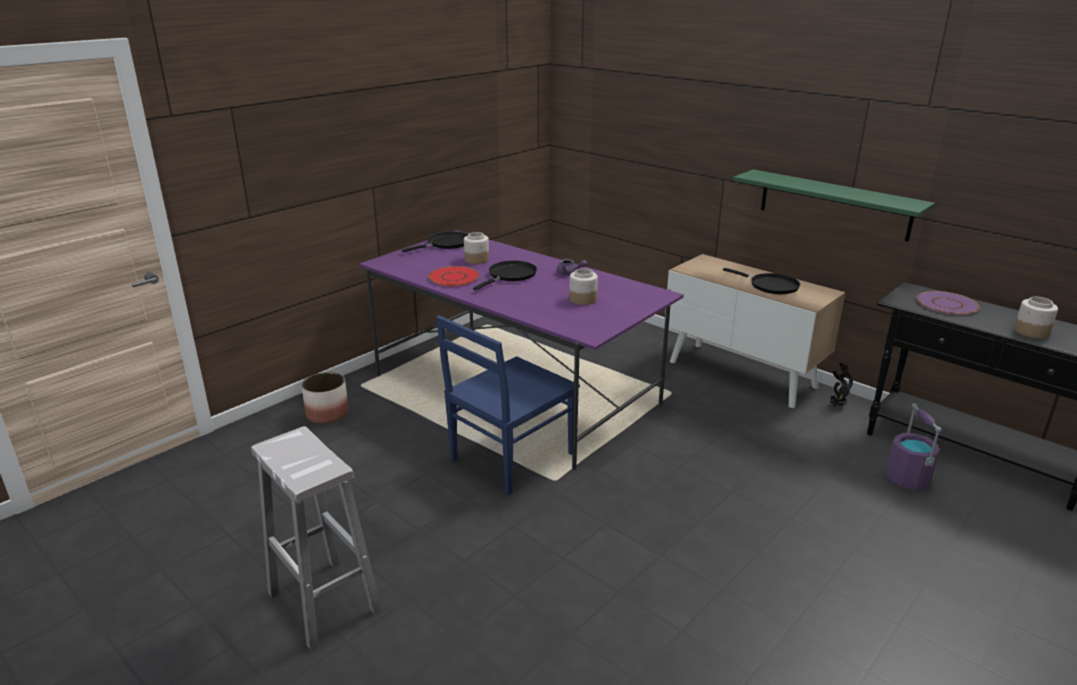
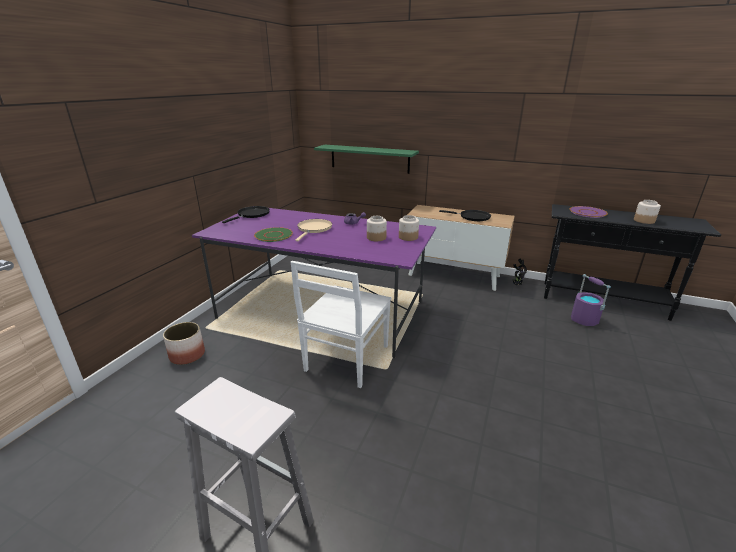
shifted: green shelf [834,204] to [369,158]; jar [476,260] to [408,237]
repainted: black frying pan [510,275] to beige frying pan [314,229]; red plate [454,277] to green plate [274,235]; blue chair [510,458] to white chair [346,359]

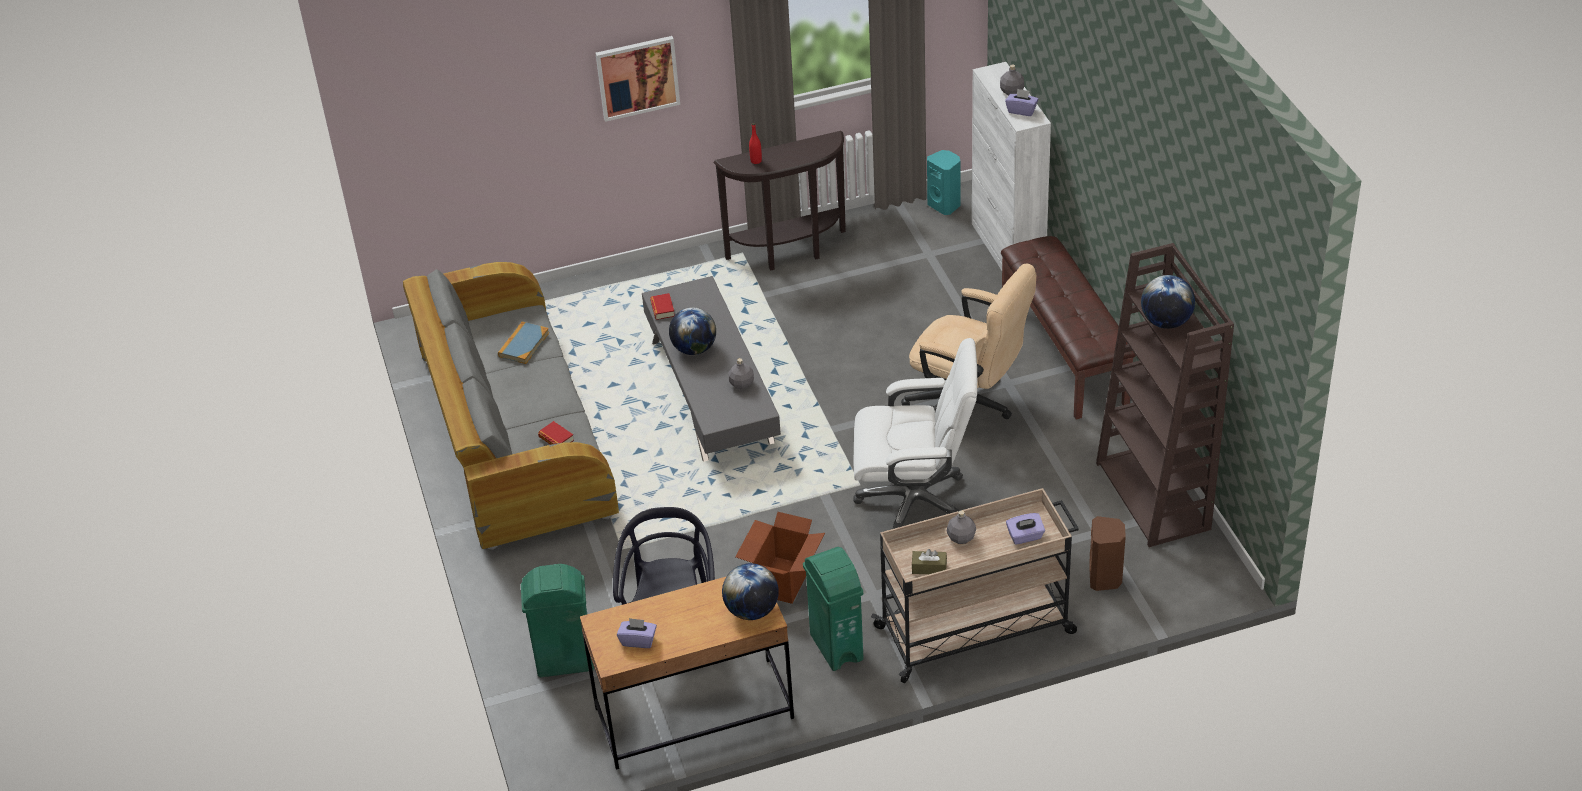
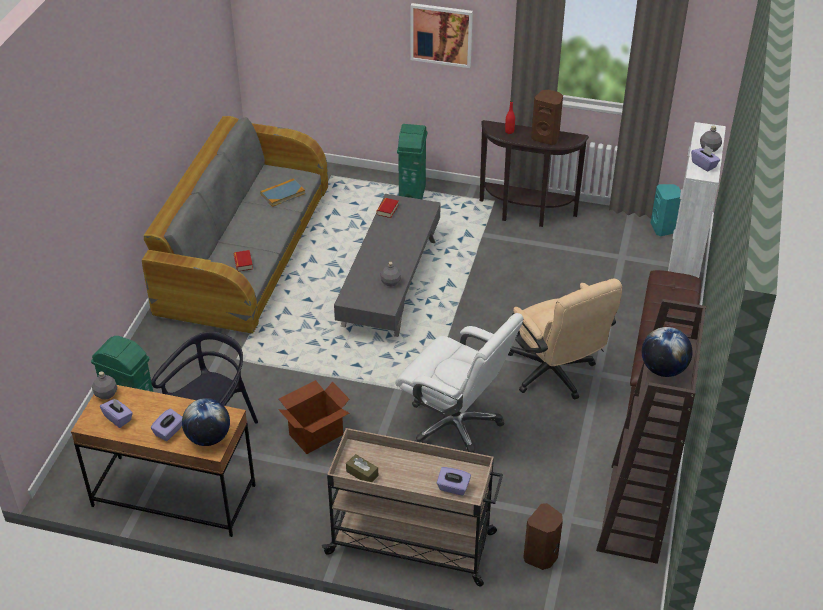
gone: globe [694,349]
new: brown speaker [546,138]; purple tissue box [169,431]
shifted: grey bottle [961,538] to [106,394]; green trash can [836,646] to [412,195]

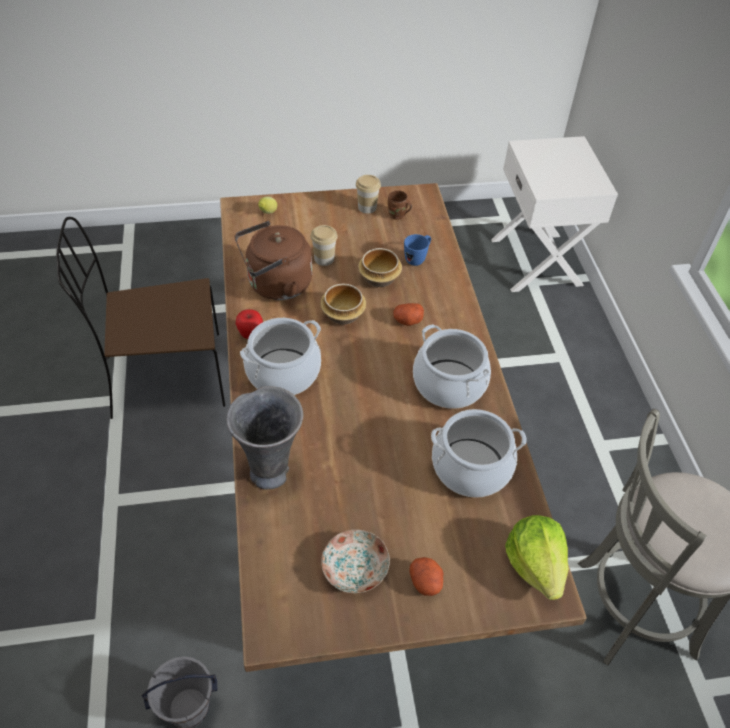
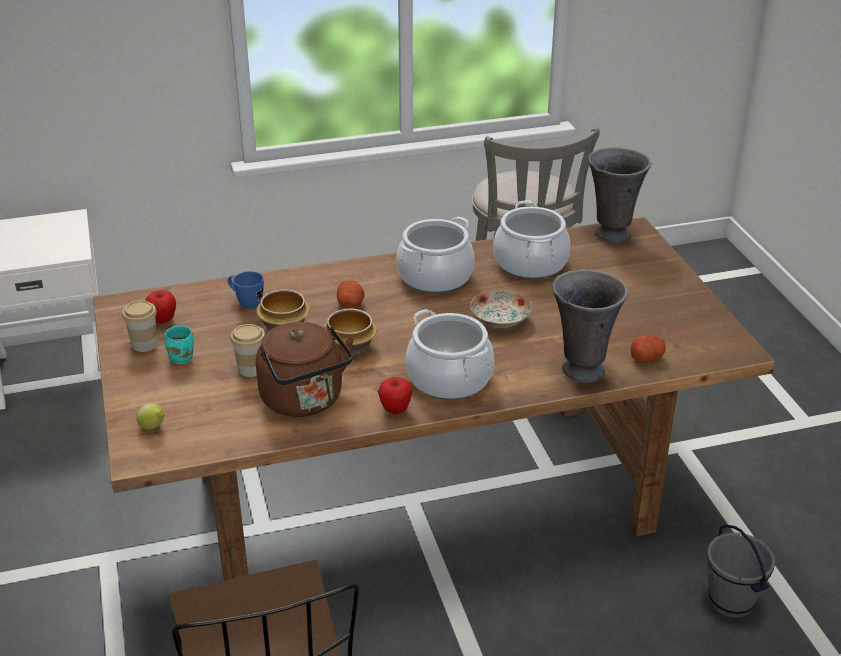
new: turquoise mug [183,357]
shifted: plate [354,567] to [499,319]; potato [426,582] to [646,357]
swapped: brown mug [397,216] to apple [163,320]; lettuce [536,564] to grey vase [611,234]

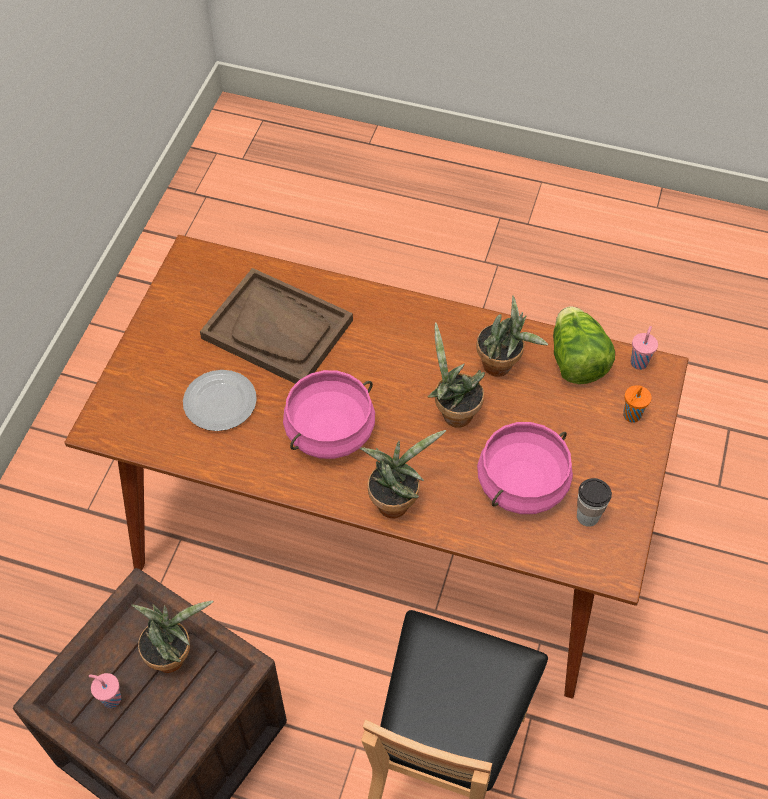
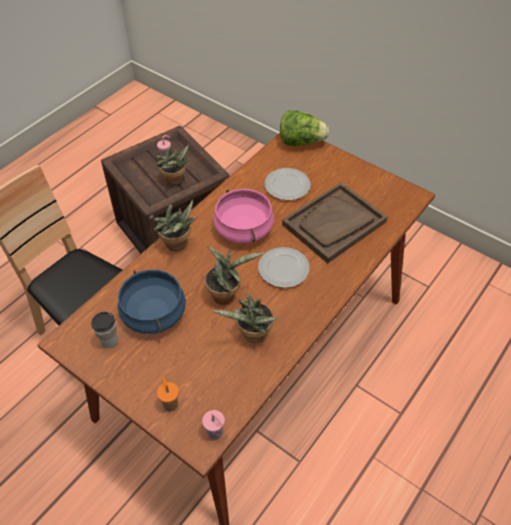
new: plate [283,268]
shifted: lettuce [575,361] to [301,142]
repainted: pink cooking pot [522,484] to blue cooking pot [153,314]

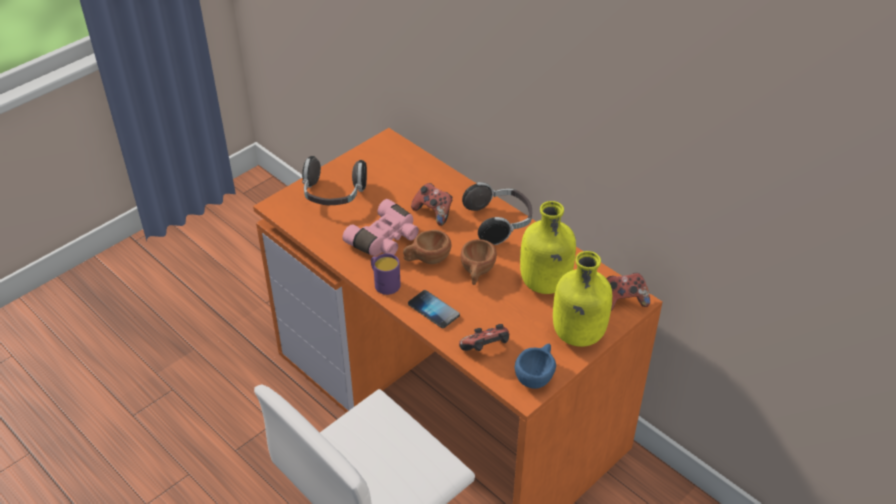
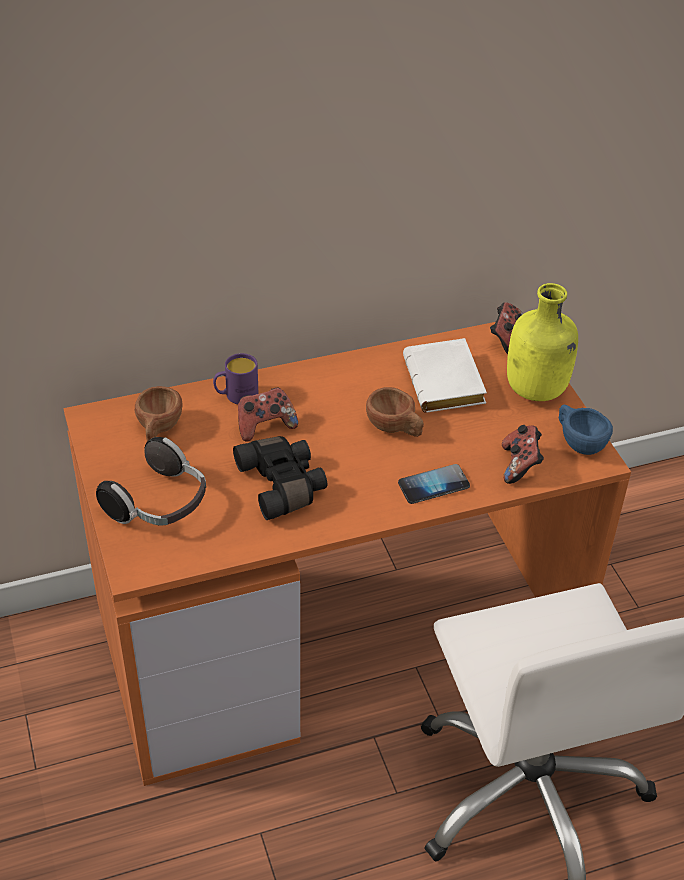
gone: headphones [499,223]
shifted: brown cup [427,259] to [158,429]; purple mug [384,283] to [236,396]
swapped: yellow bottle [545,284] to white book [447,384]
repainted: pink binoculars [385,240] to black binoculars [283,485]

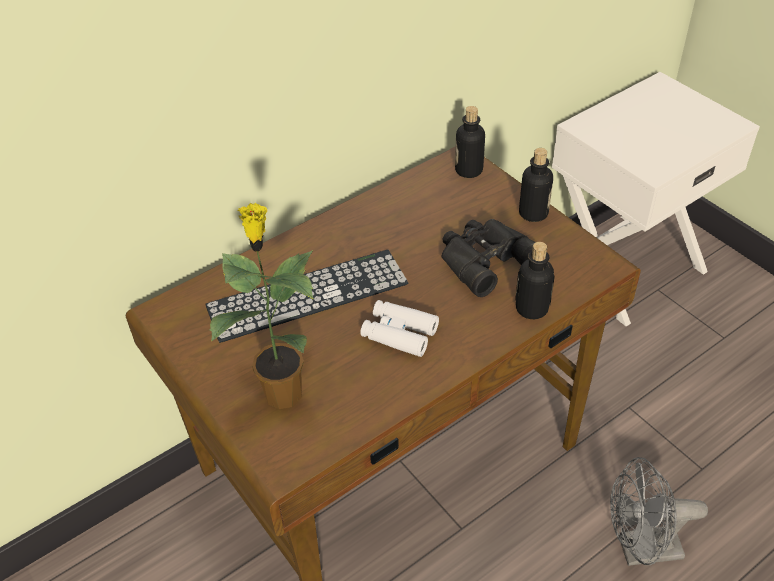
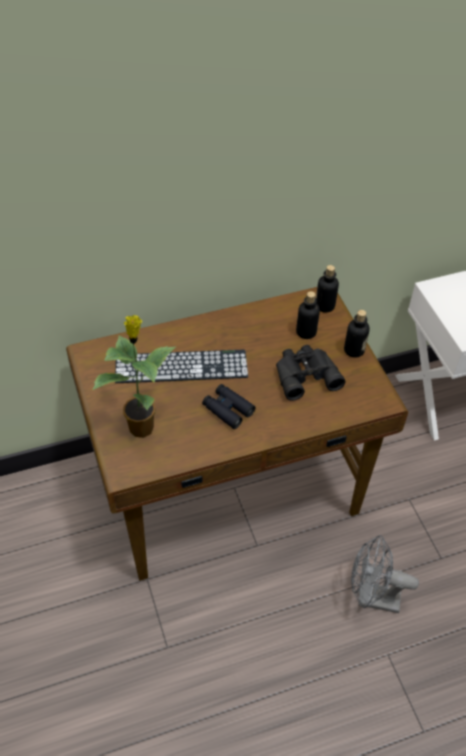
shifted: bottle [531,308] to [306,332]
repainted: white binoculars [399,333] to black binoculars [228,409]

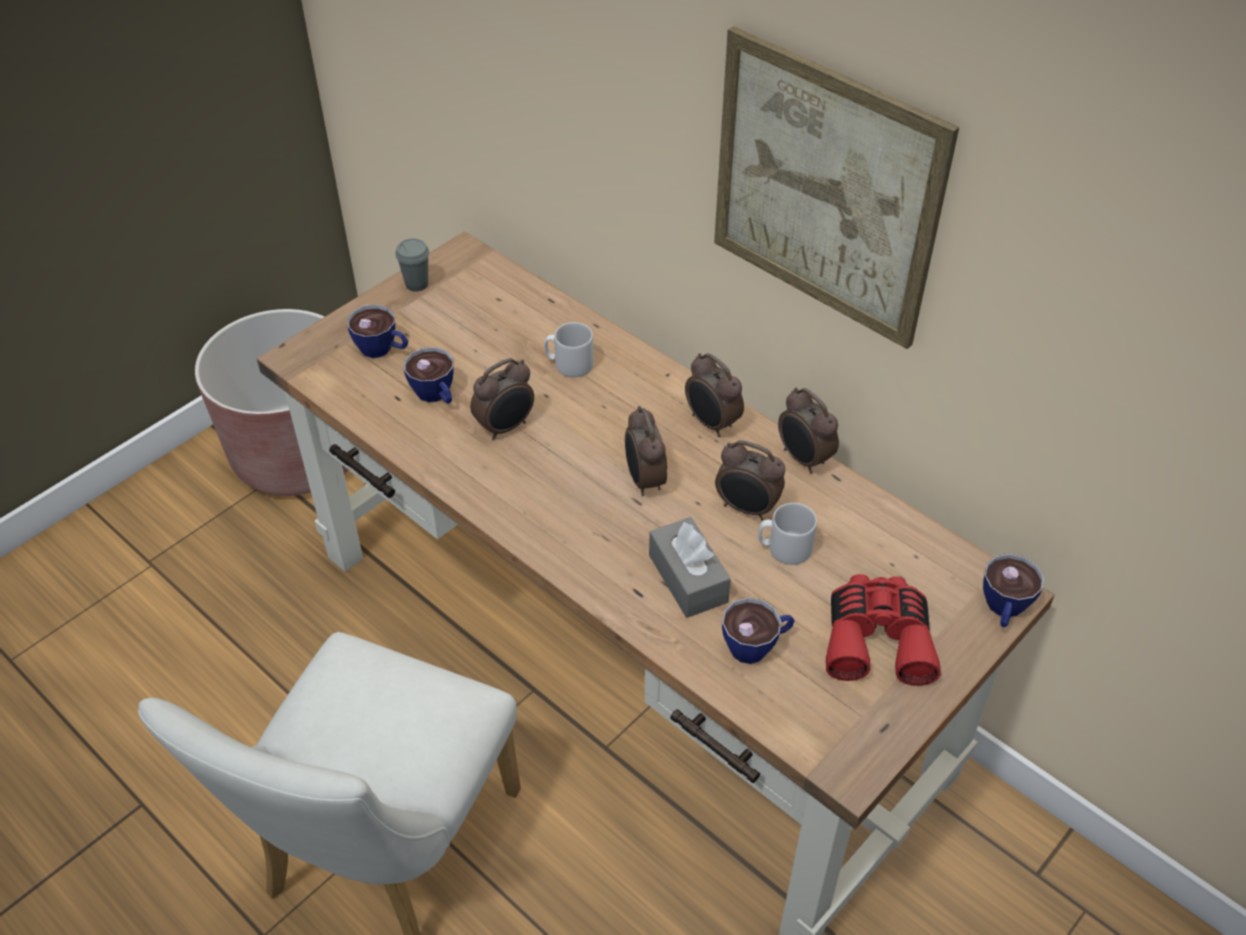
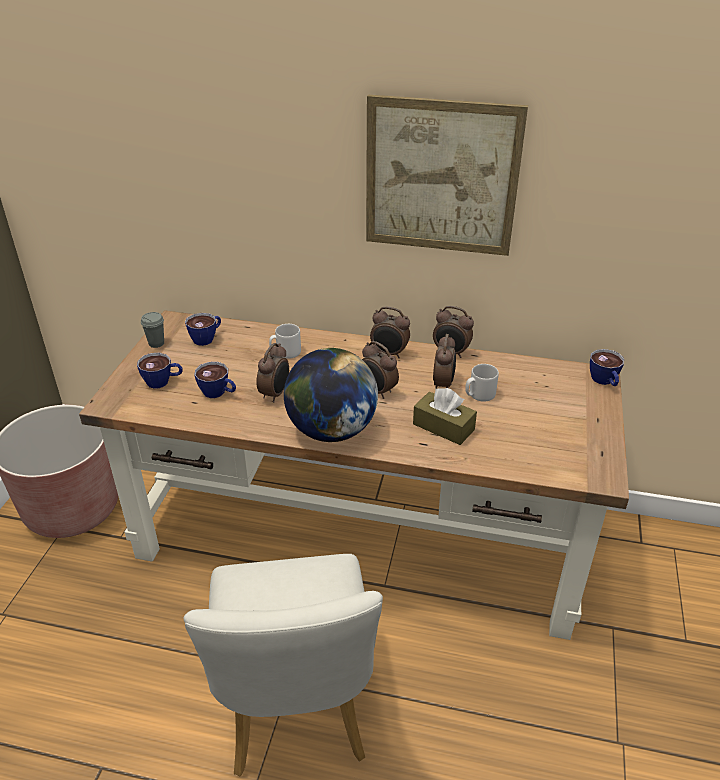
gone: red binoculars [877,638]
new: globe [331,430]
shifted: cup [757,645] to [207,338]
repainted: grey tissue box [688,578] to brown tissue box [443,427]
rotated: alarm clock [746,508] = [443,384] 75 degrees counterclockwise

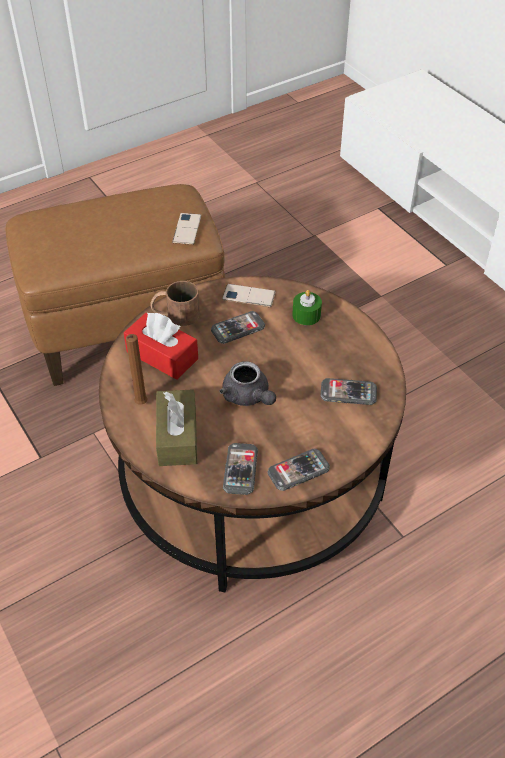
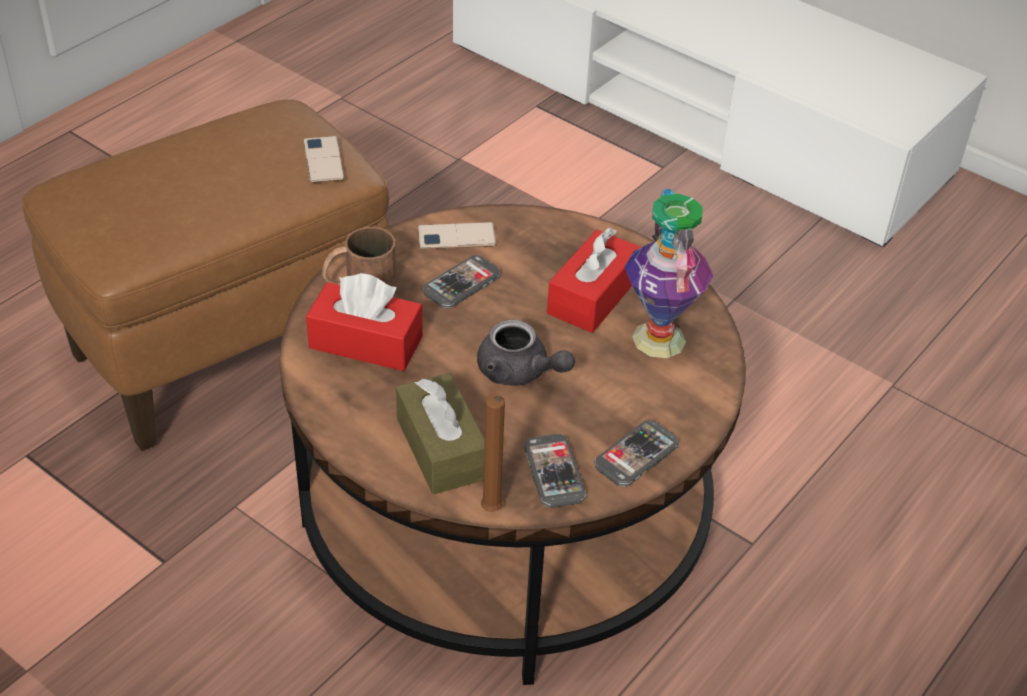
gone: green candle [306,315]
new: red tissue box [593,296]
shifted: brown candle [140,405] to [491,512]
swapped: phone [348,393] to vase [657,338]

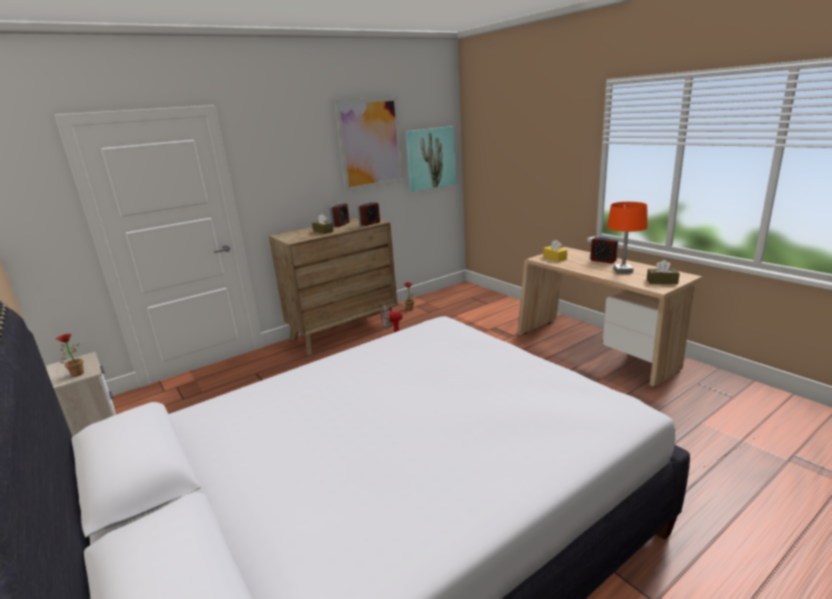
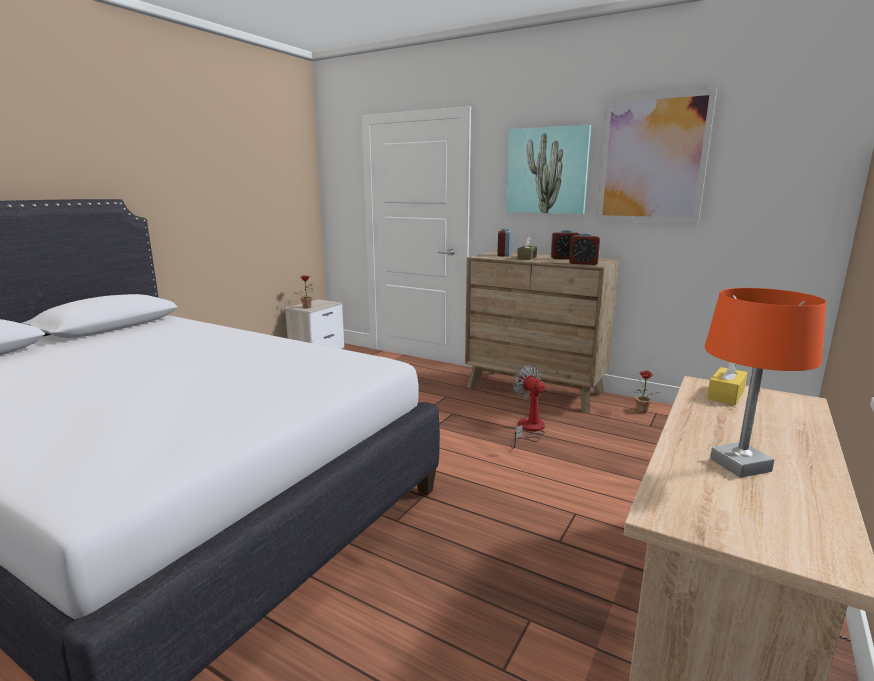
gone: brown tissue box [662,281]
shifted: picture [431,158] to [547,171]; alarm clock [603,260] to [505,255]

